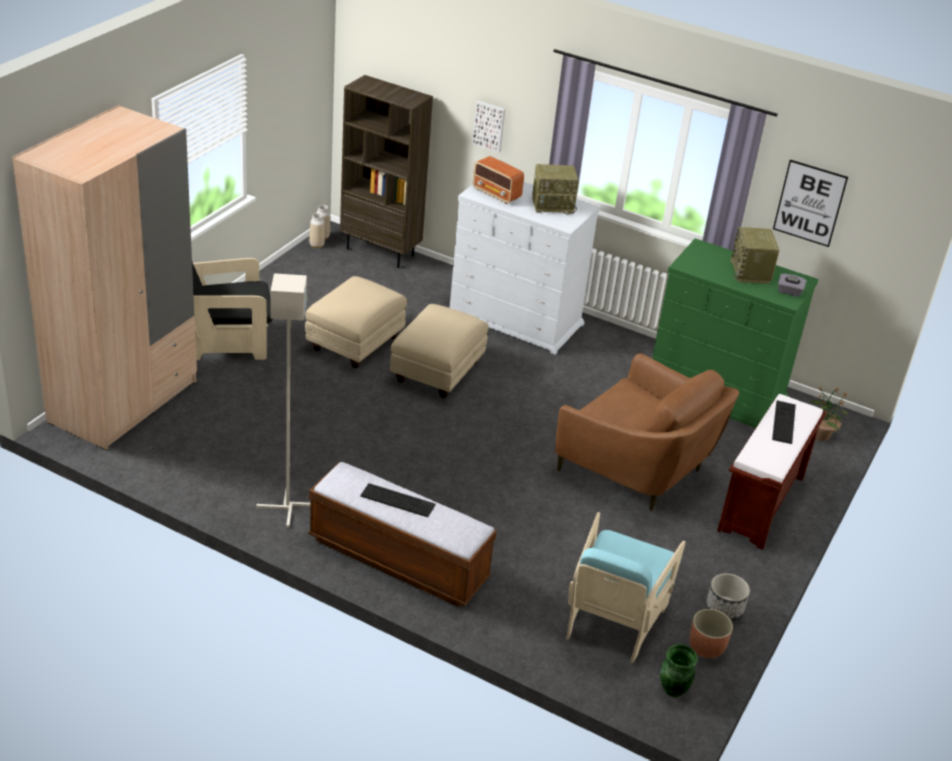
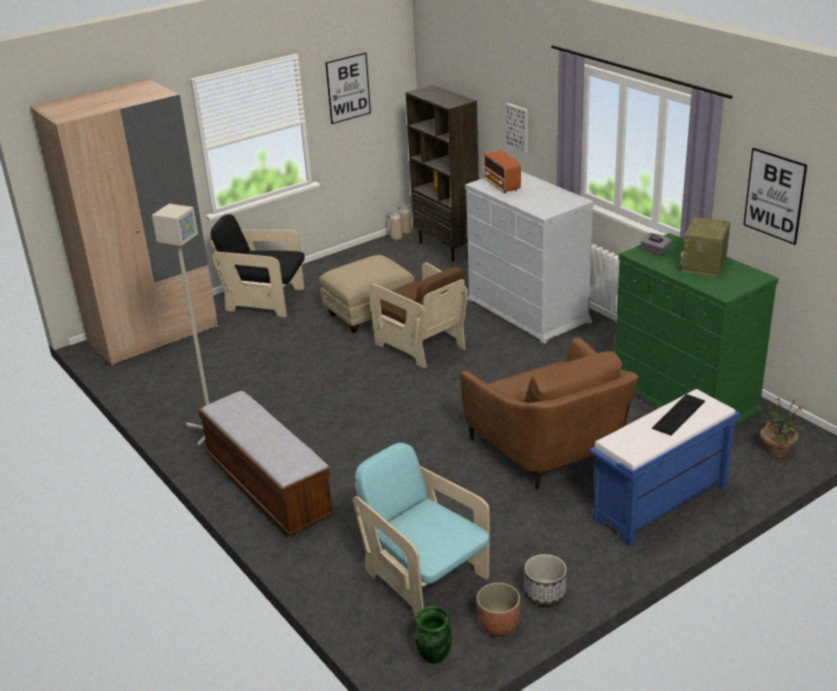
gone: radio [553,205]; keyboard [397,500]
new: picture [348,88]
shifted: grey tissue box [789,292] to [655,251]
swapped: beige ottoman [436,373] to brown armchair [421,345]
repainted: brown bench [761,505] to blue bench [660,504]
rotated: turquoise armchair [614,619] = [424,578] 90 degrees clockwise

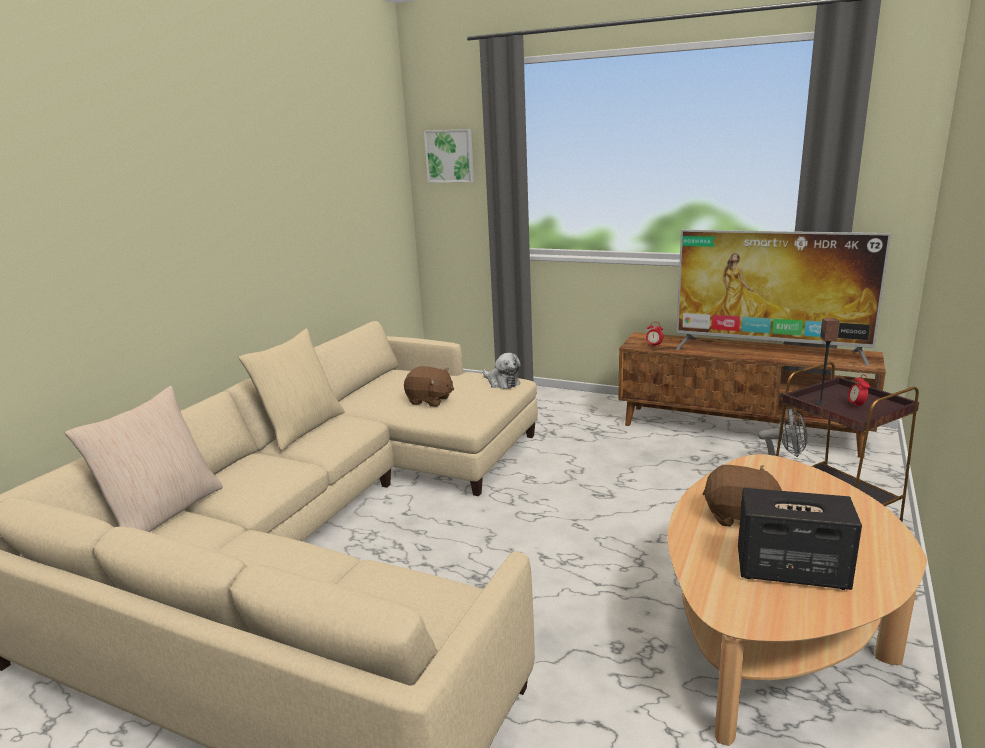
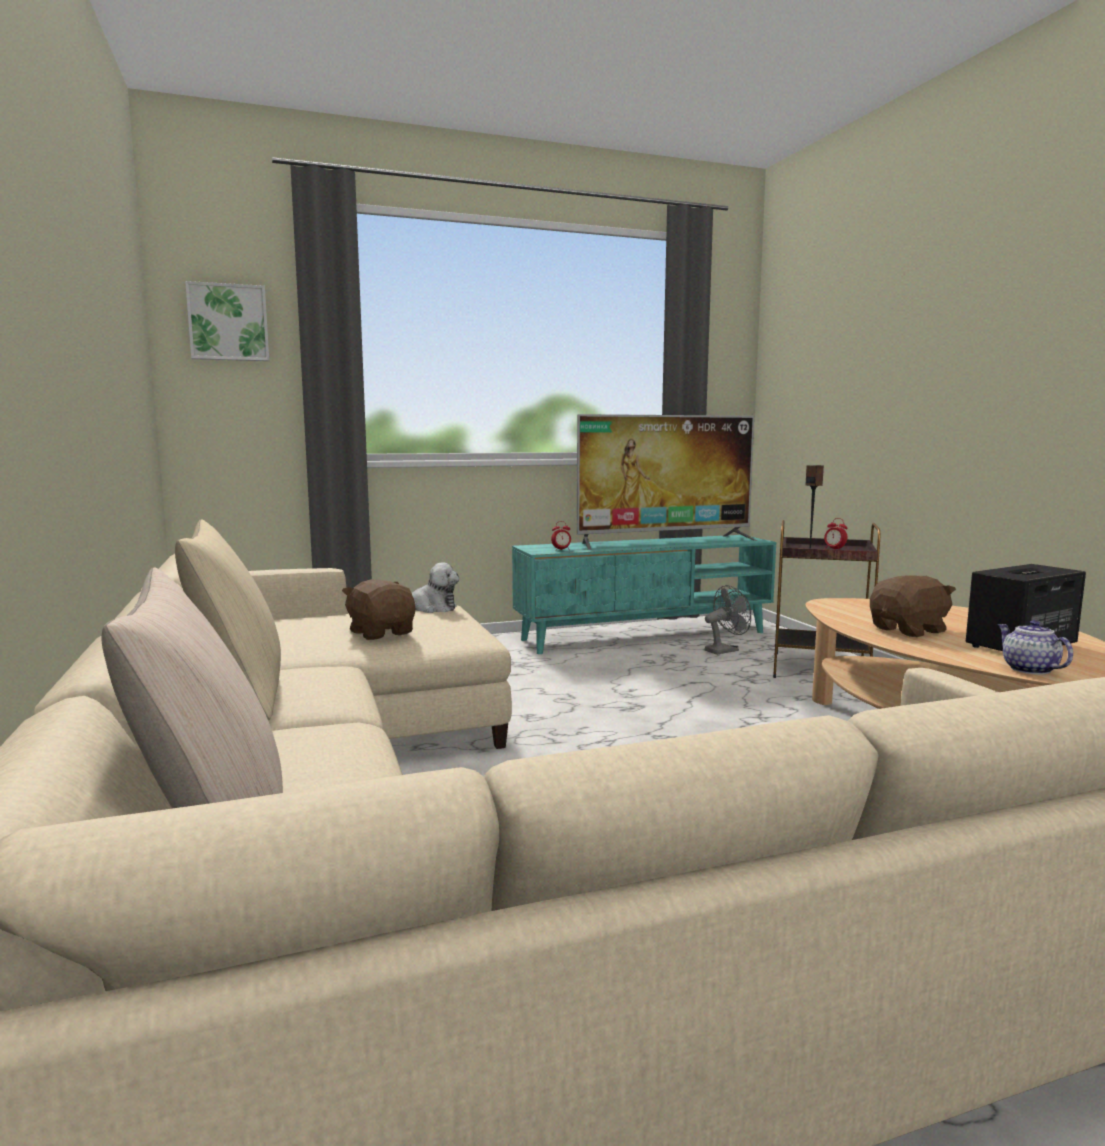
new: teapot [1028,669]
repainted: brown tv stand [740,430] to turquoise tv stand [645,636]
rotated: brown plush toy [429,400] = [382,633] 105 degrees counterclockwise

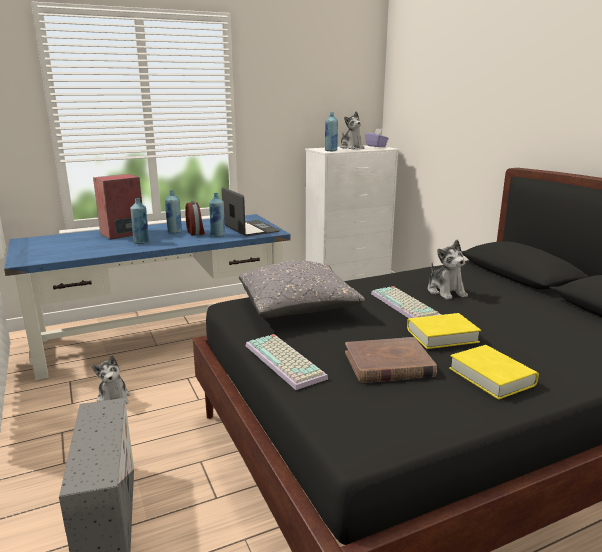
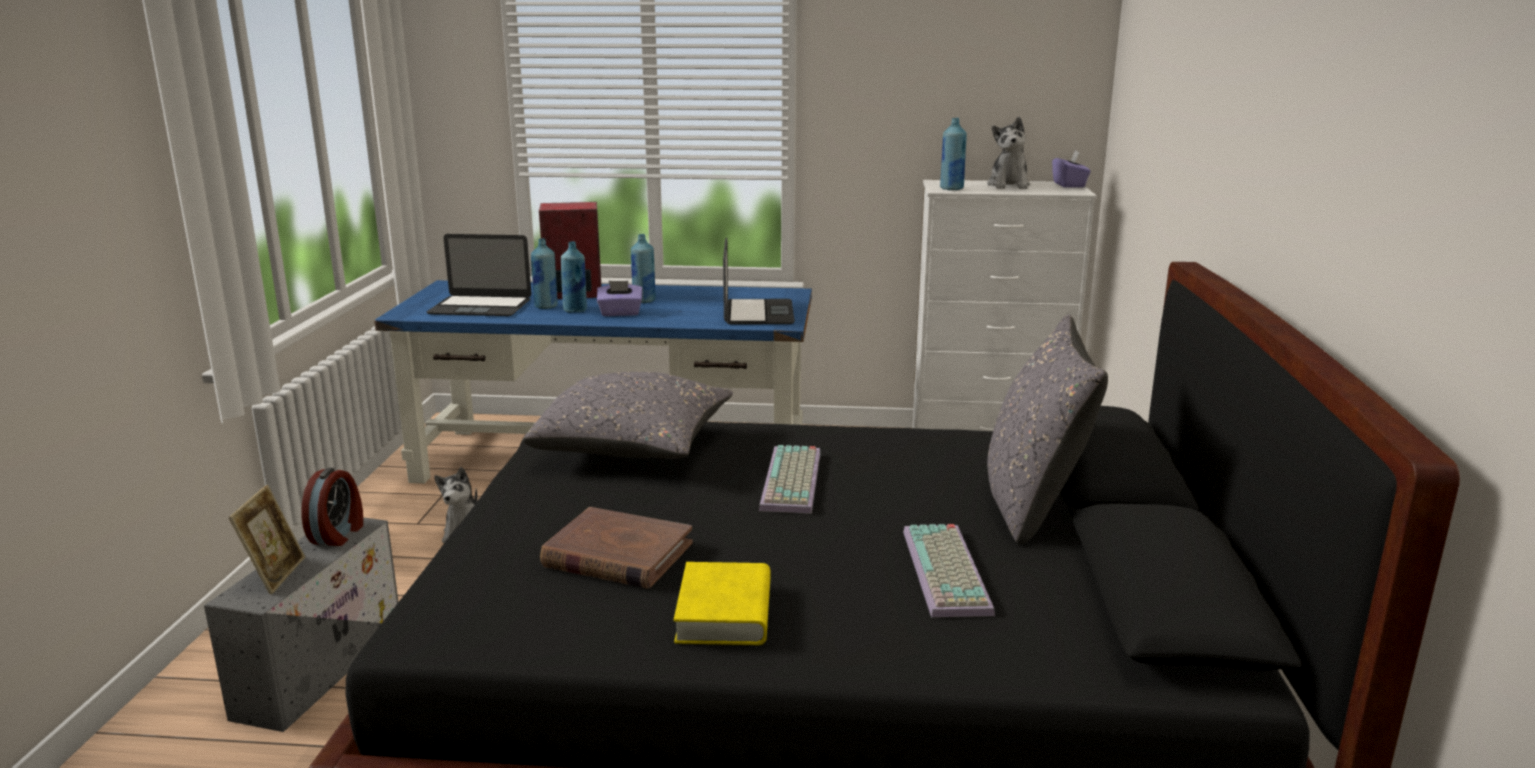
gone: plush toy [445,291]; yellow book [442,336]
new: laptop [480,306]; purple tissue box [620,313]; grey pillow [1032,503]; picture frame [275,575]
shifted: blue bottle [217,235] to [546,306]; alarm clock [196,232] to [338,534]; keyboard [286,361] to [949,572]

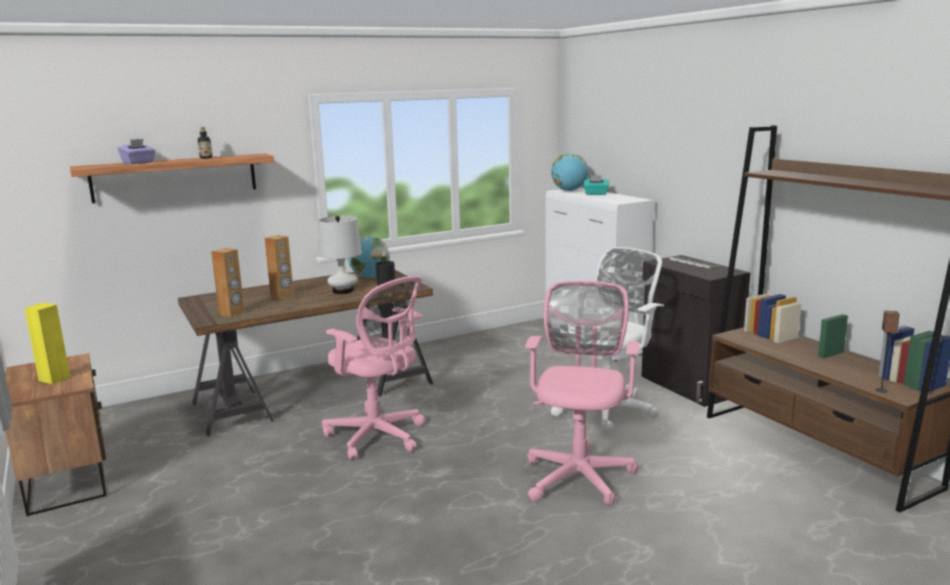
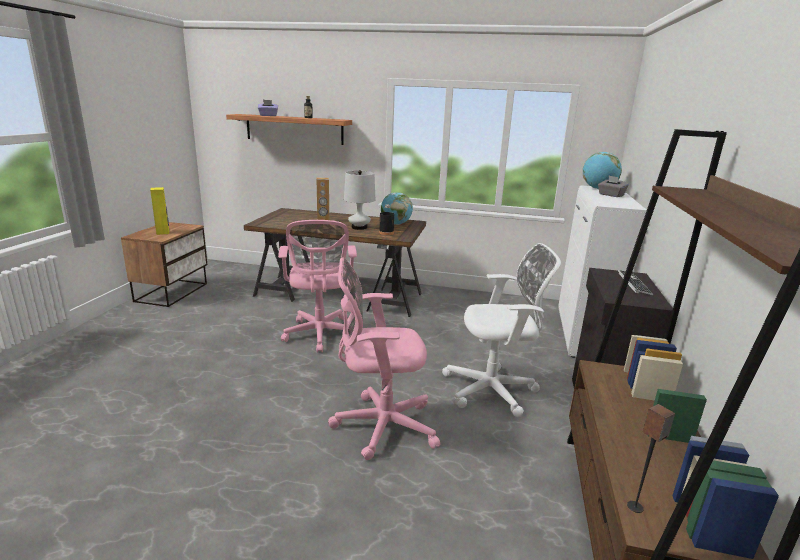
gone: brown speaker [232,313]
repainted: turquoise tissue box [596,194] to grey tissue box [610,195]
rotated: pink office chair [579,474] = [380,425] 150 degrees counterclockwise

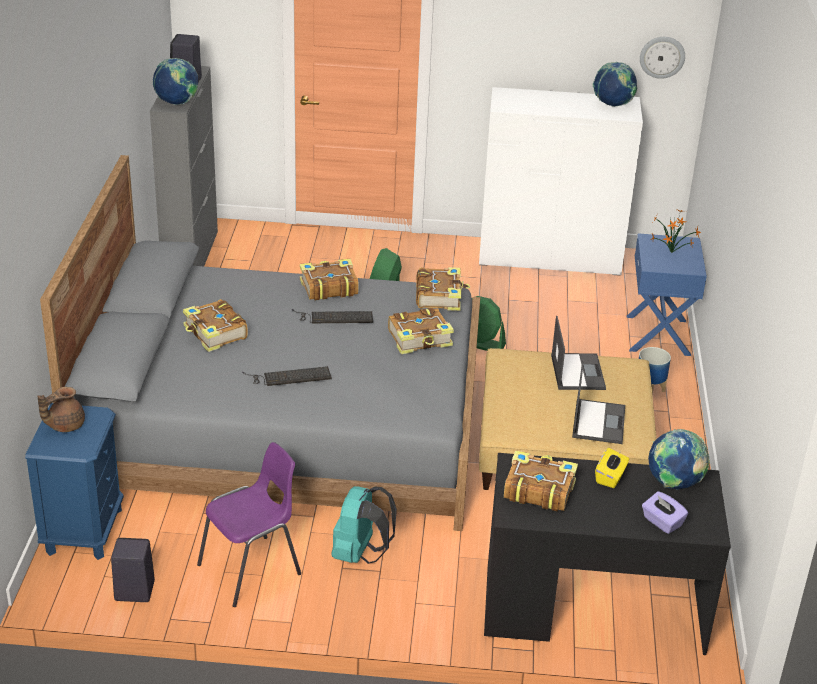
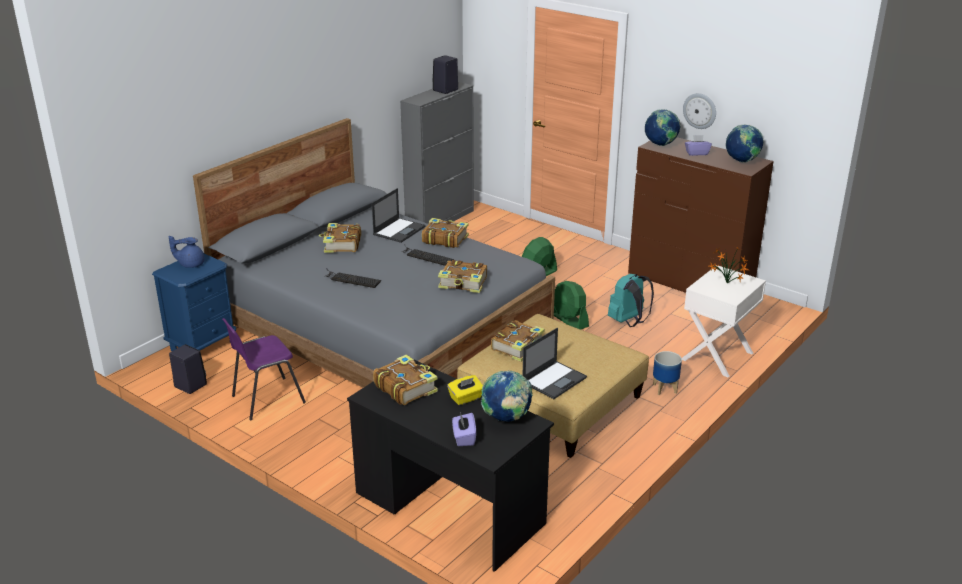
new: purple tissue box [696,153]
shifted: wall clock [662,57] to [700,110]; globe [177,103] to [661,145]; book [439,296] to [518,347]; laptop [577,372] to [399,230]; turquoise backpack [360,554] to [628,322]
repainted: white dresser [549,257] to brown dresser [690,283]; blue nightstand [659,335] to white nightstand [717,356]; brown teapot [64,425] to blue teapot [190,264]
rotated: purple chair [252,570] = [266,399] 150 degrees clockwise

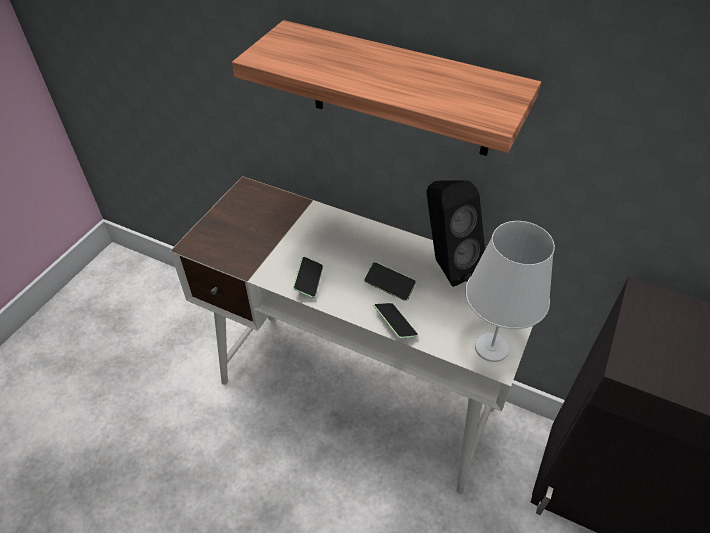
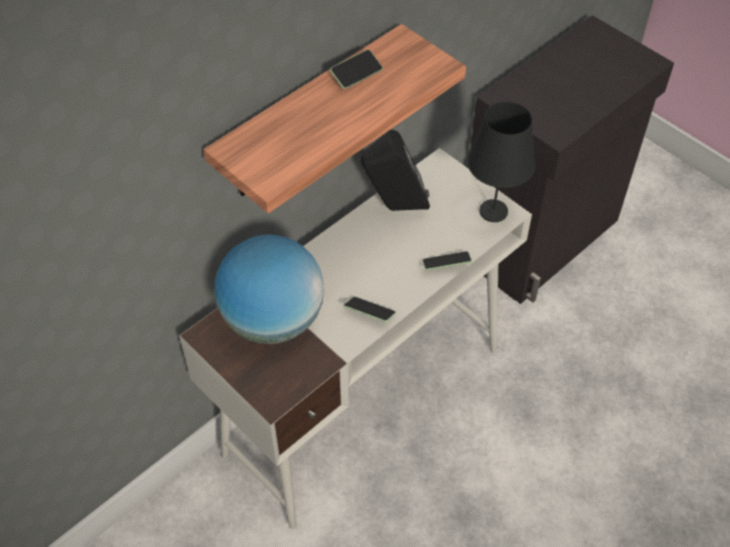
new: globe [273,319]
shifted: phone [389,286] to [356,75]
repainted: white table lamp [492,347] to black table lamp [493,211]

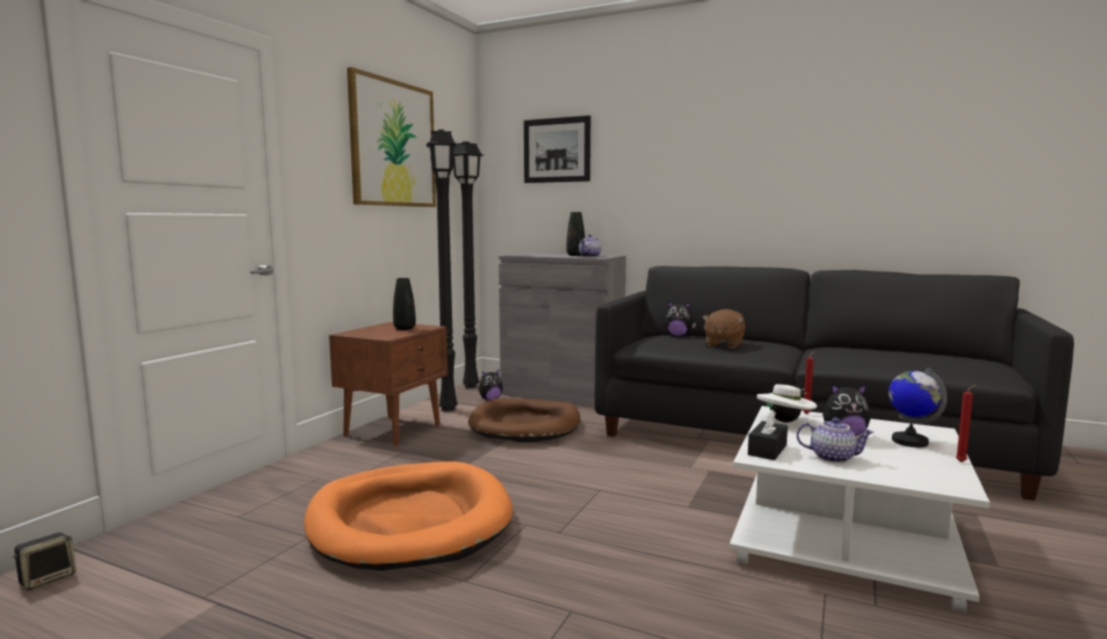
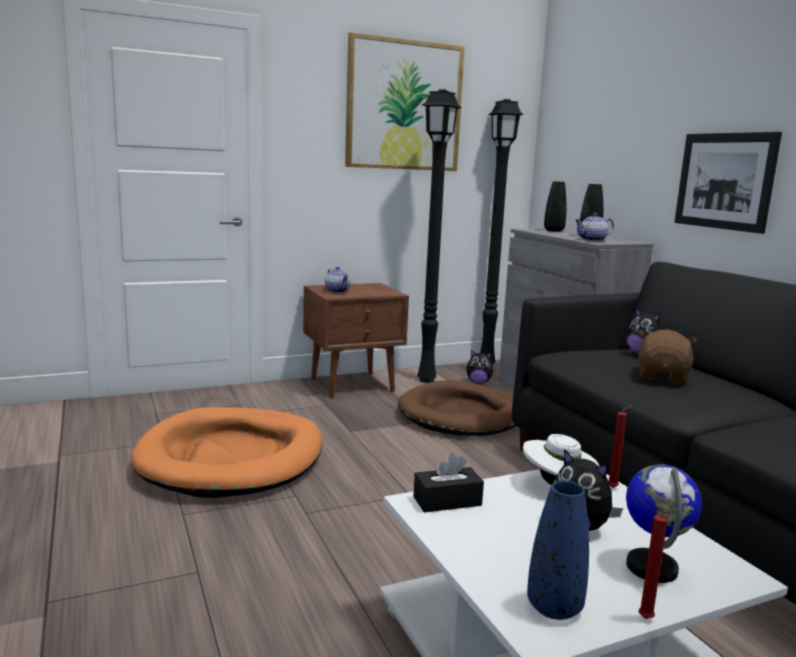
gone: speaker [48,579]
new: blue vase [554,607]
shifted: picture [556,150] to [724,181]; black vase [404,328] to [554,230]; teapot [833,457] to [338,291]
rotated: brown plush toy [723,344] = [663,377] 135 degrees clockwise

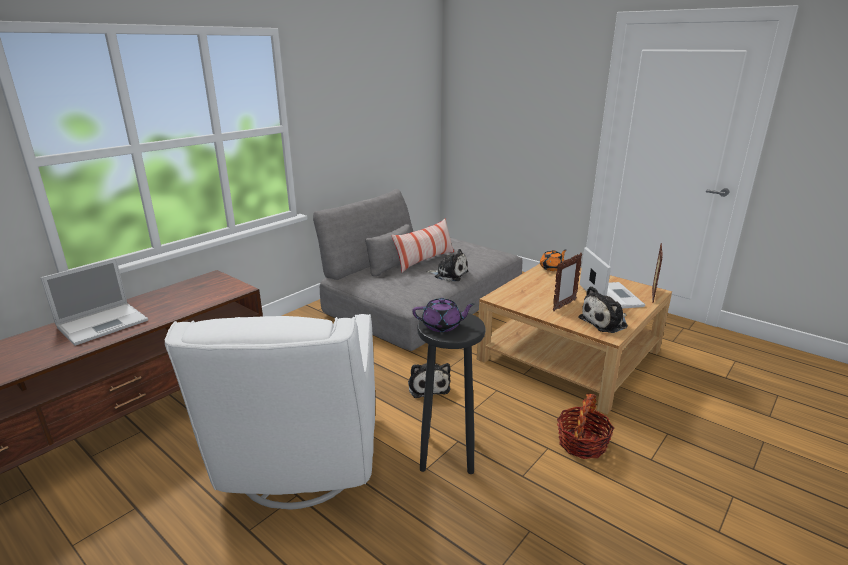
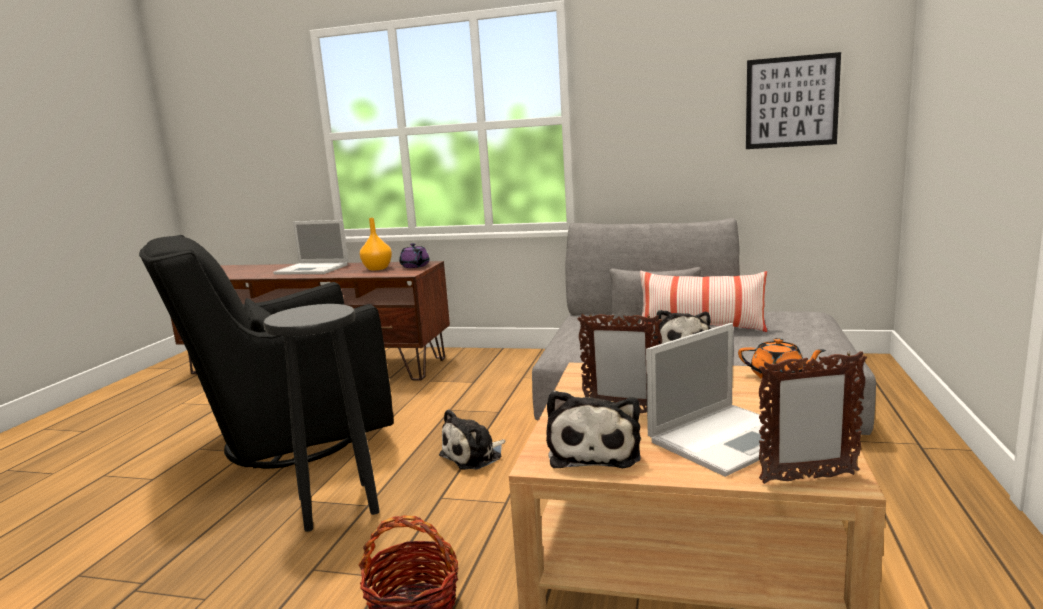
new: picture [791,102]; orange vase [377,268]
shifted: purple teapot [442,326] to [415,266]
repainted: white armchair [300,467] to black armchair [287,440]
rotated: plush toy [605,322] = [594,451] 120 degrees counterclockwise

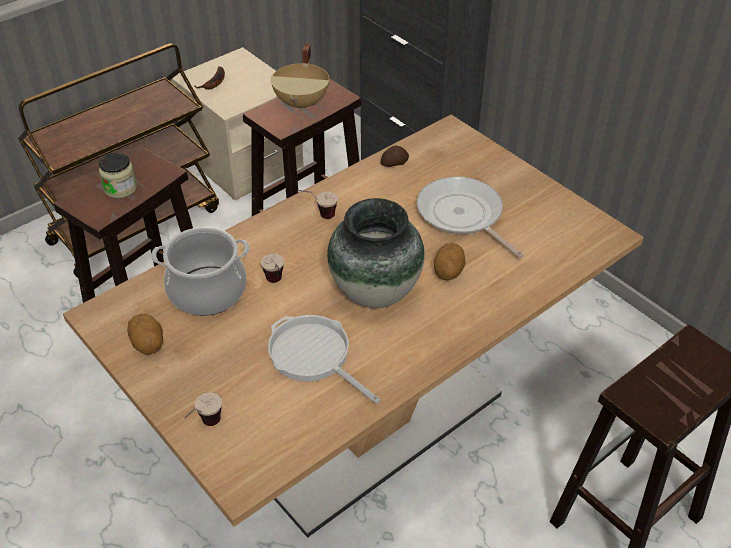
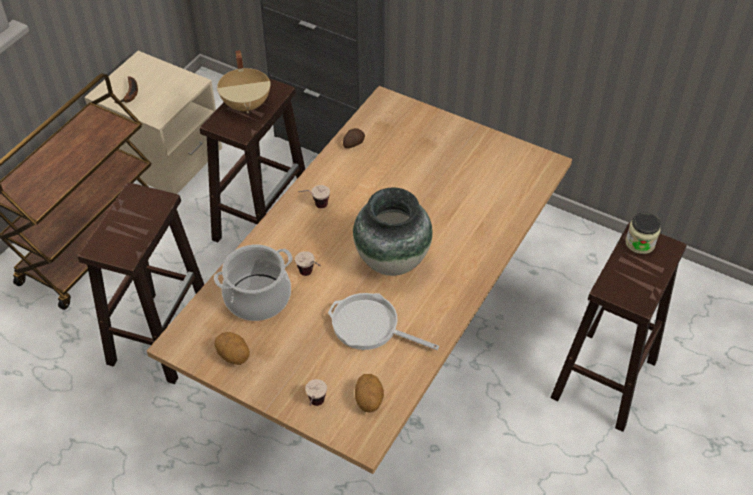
gone: frying pan [462,216]
shifted: jar [120,188] to [640,243]; potato [449,272] to [369,400]

